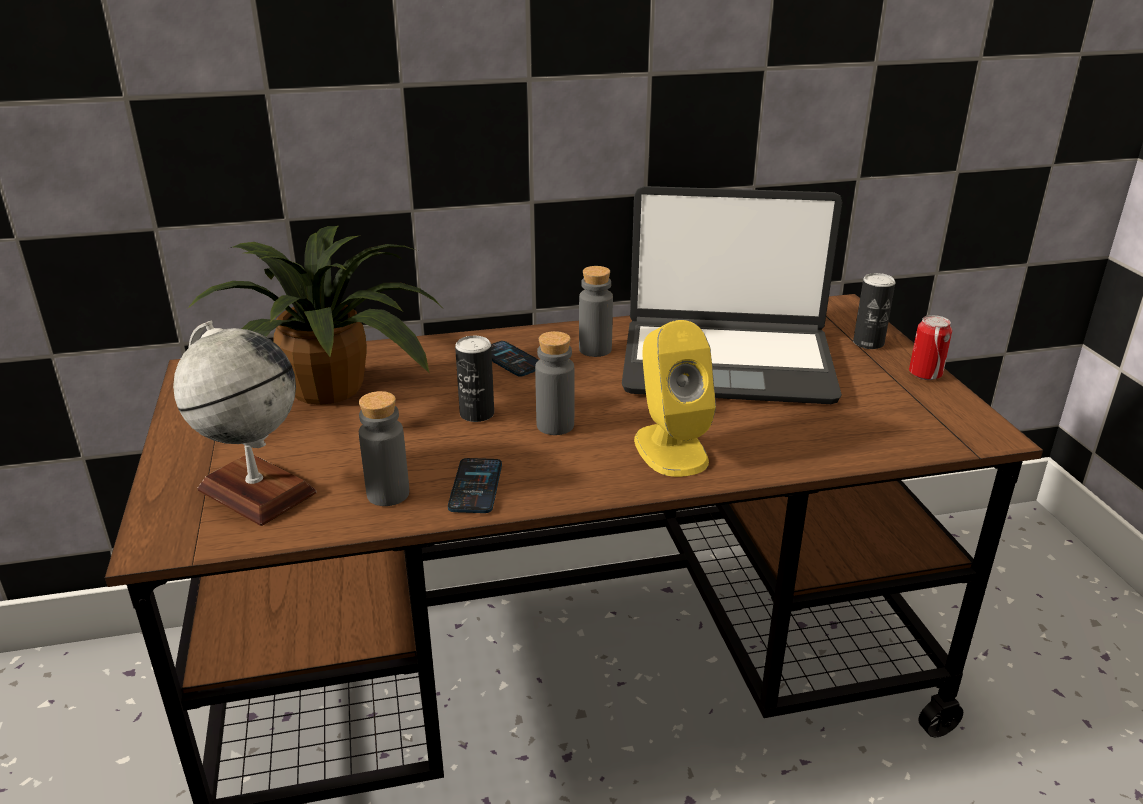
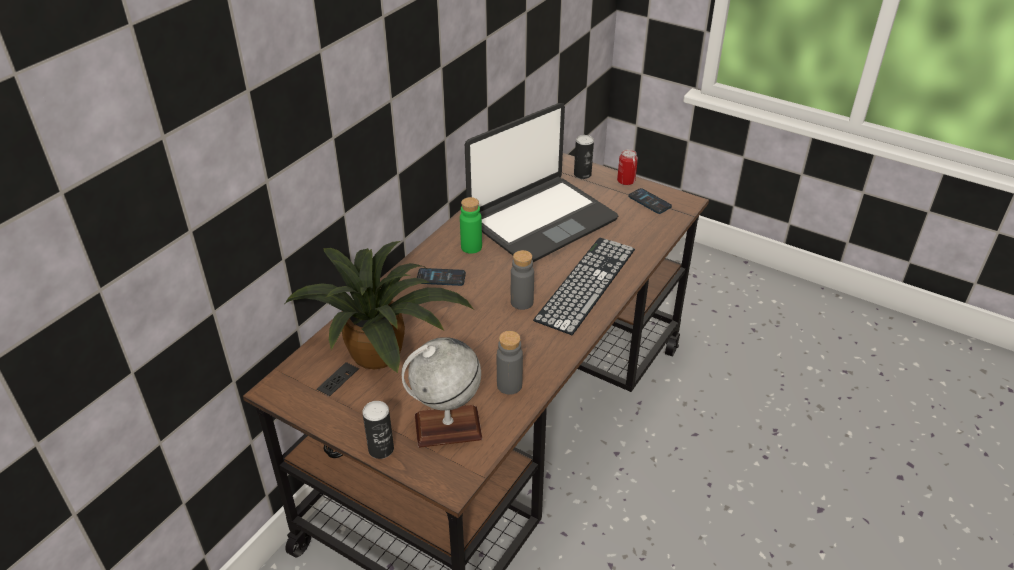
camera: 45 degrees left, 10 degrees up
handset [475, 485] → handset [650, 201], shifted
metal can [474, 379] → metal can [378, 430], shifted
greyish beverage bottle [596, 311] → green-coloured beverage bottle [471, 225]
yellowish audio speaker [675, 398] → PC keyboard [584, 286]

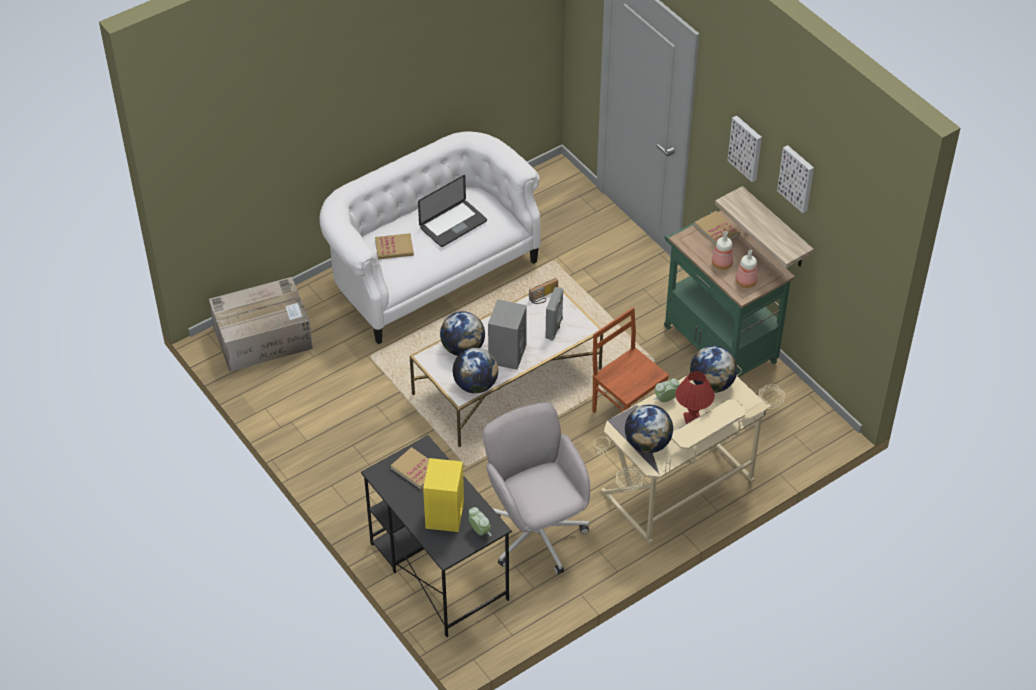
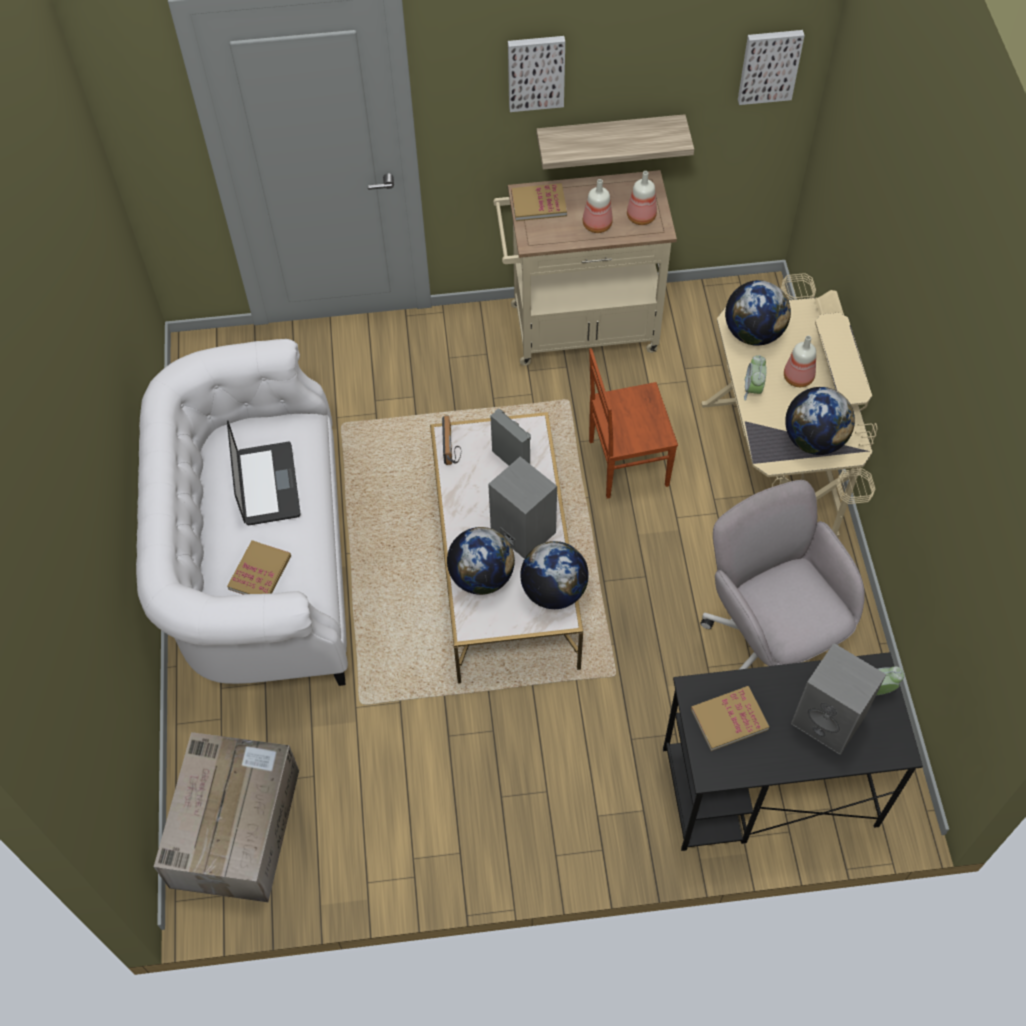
camera: 60 degrees left, 10 degrees up
yellowish audio speaker [443, 495] → greyish audio speaker [838, 699]
greyish office chair [536, 488] → greyish office chair [782, 575], 60 degrees clockwise
green-coloured trolley [729, 293] → beige trolley [585, 268]
red tabletop lamp [695, 397] → beverage bottle [800, 361]
picture [795, 179] → picture [771, 67], shifted

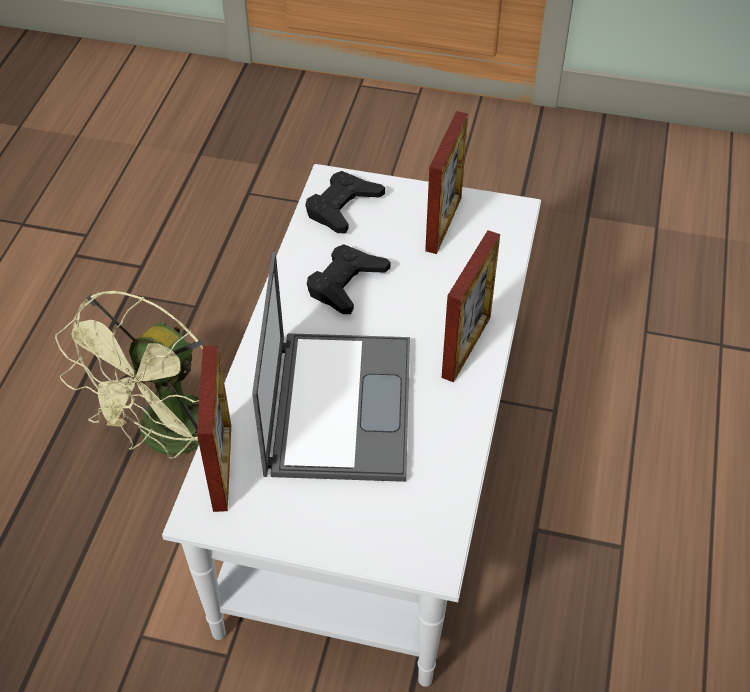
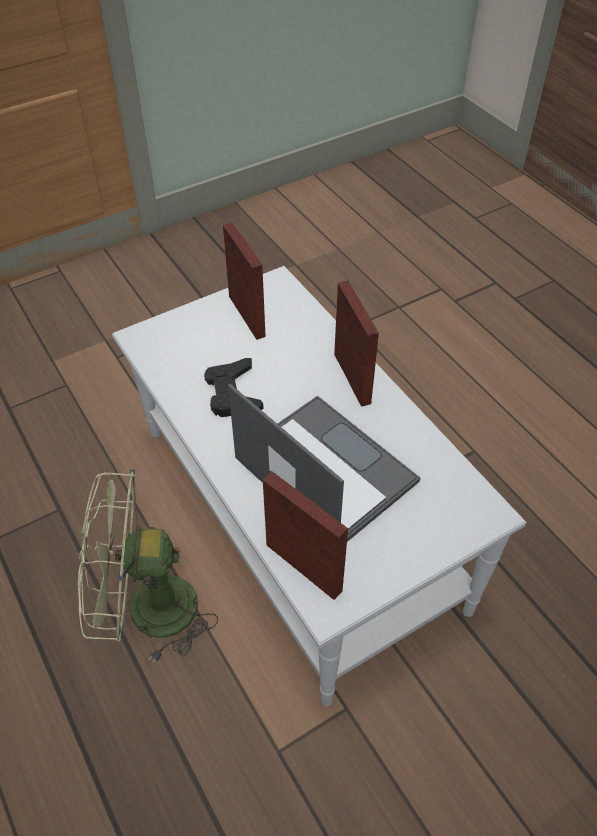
camera: 45 degrees left, 0 degrees up
green-coloured electric fan [129, 375] → green-coloured electric fan [147, 566], 105 degrees clockwise
black-coloured gamepad [345, 202] → -

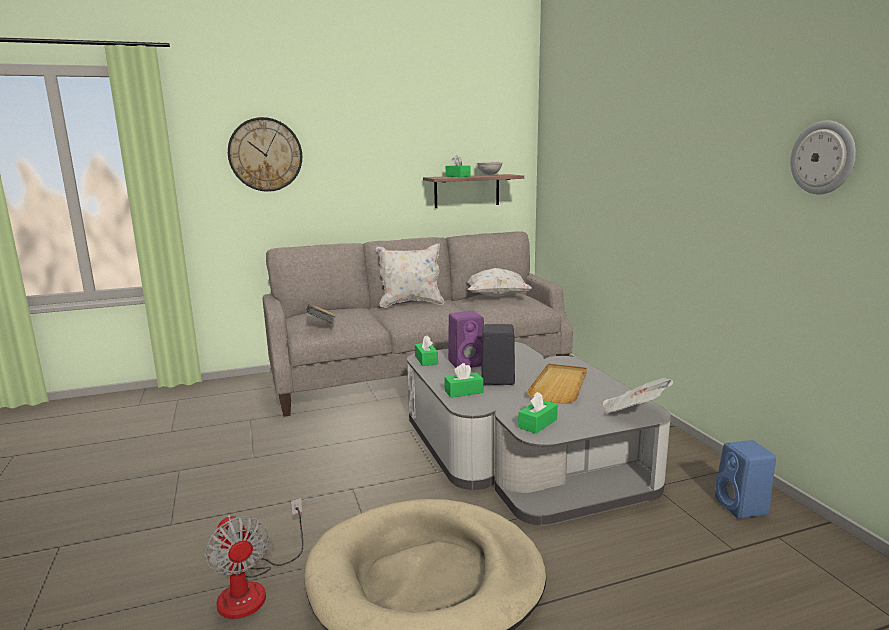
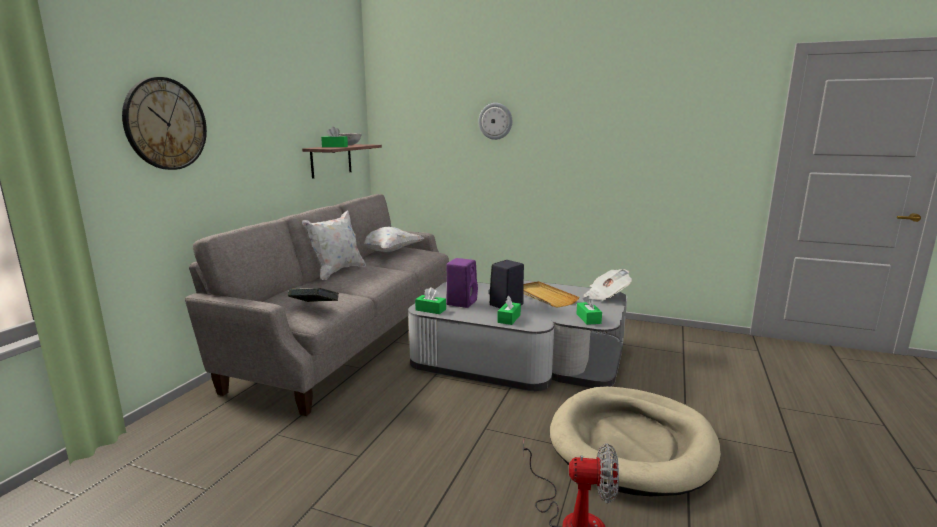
camera: 50 degrees left, 0 degrees up
blue-coloured audio speaker [745, 479] → -
hanging clock [823, 157] → hanging clock [495, 121], shifted

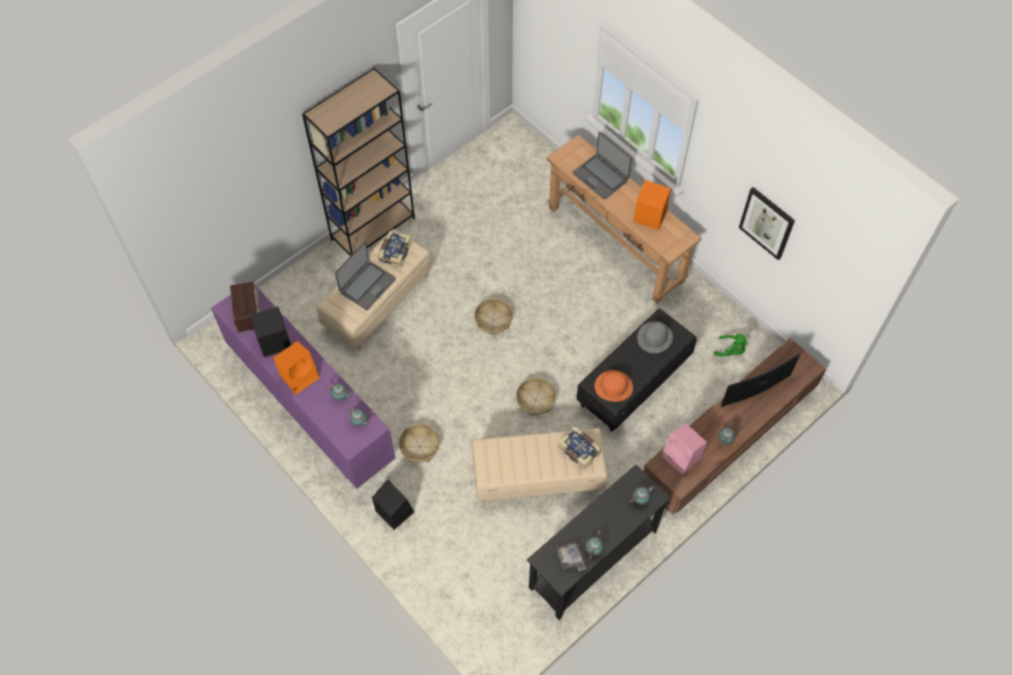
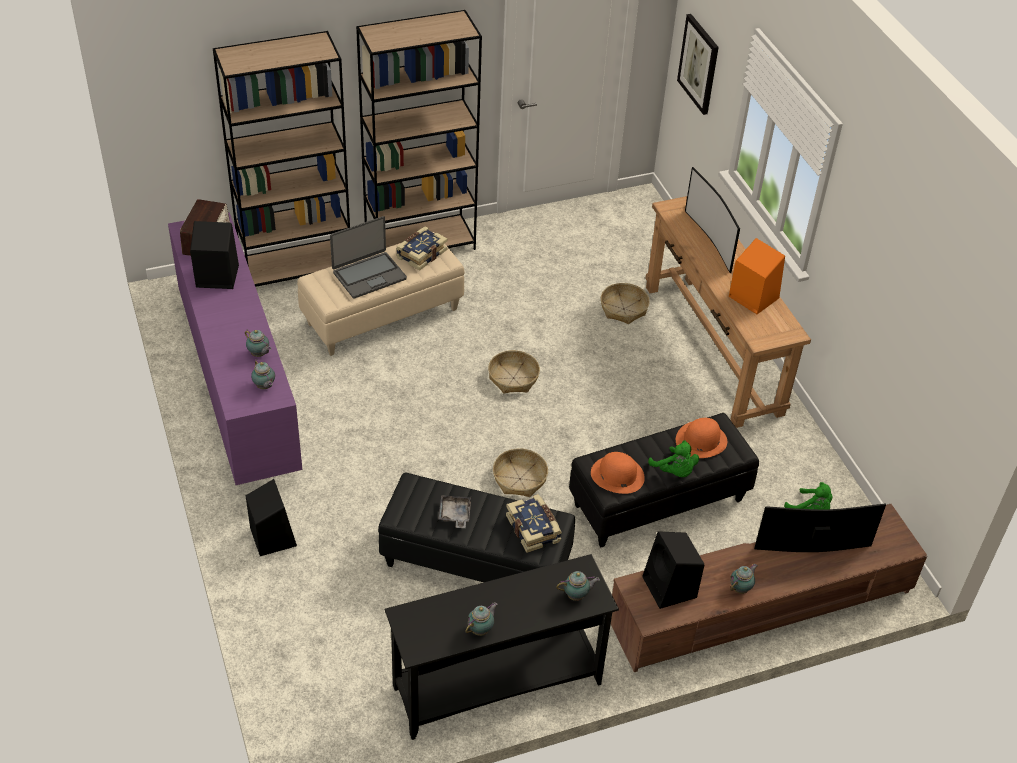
camera: 20 degrees right, 15 degrees down
orange-coloured audio speaker [296, 367] → -
basket [419, 443] → basket [625, 303], shifted
beige ottoman [540, 465] → black-coloured ottoman [476, 527]
greyish tray [570, 555] → greyish tray [455, 511], shifted
portable computer [602, 165] → television [712, 220]
greyish hat [655, 337] → orange-coloured hat [701, 438]
pinkish audio speaker [684, 449] → black-coloured audio speaker [673, 570]
picture [767, 223] → picture [698, 64], shifted
- → beige bookcase [281, 159]
- → green-coloured cuddly toy [673, 458]

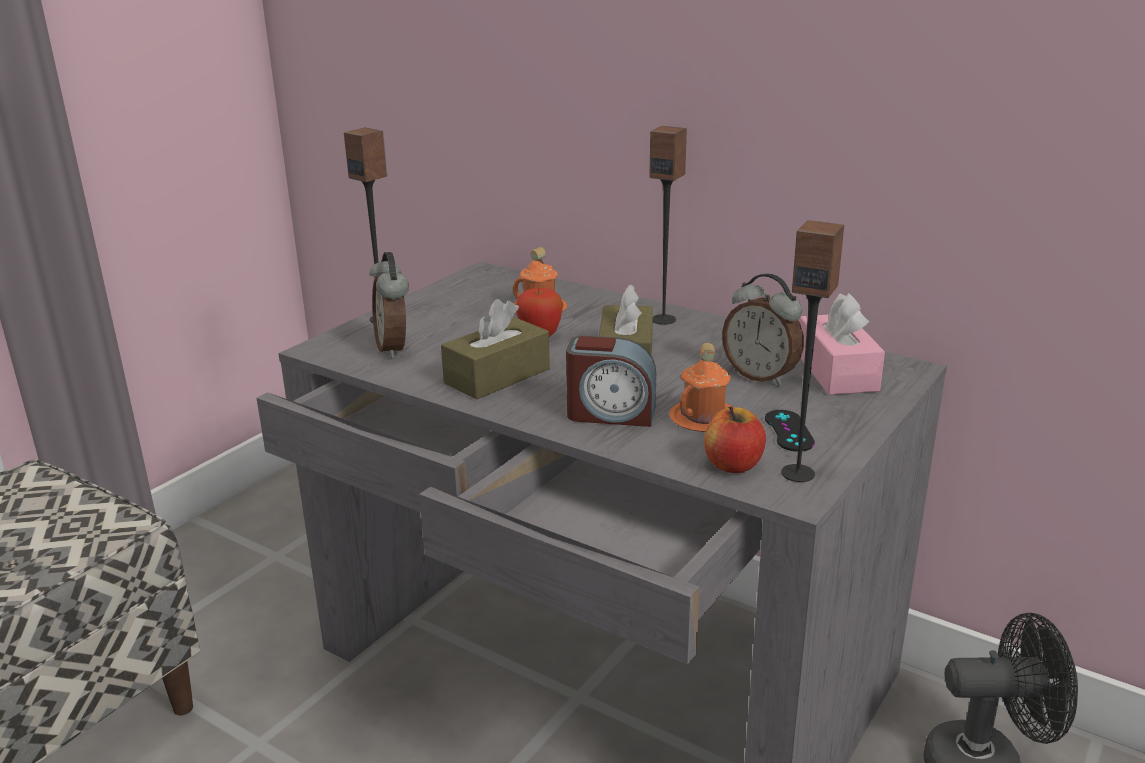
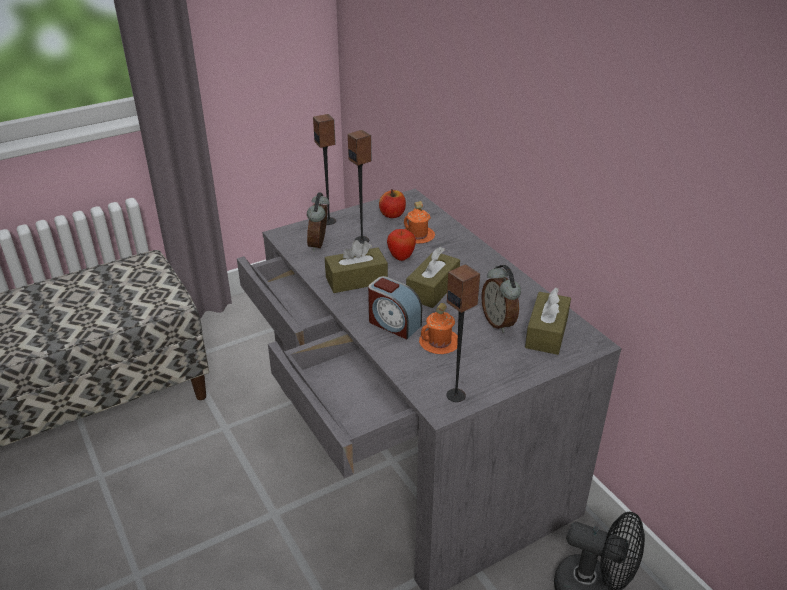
camera: 25 degrees right, 10 degrees up
audio speaker [668, 225] → audio speaker [360, 187], shifted
apple [735, 439] → apple [392, 203], shifted
black-coloured gamepad [790, 431] → -
pinkish box of tissues [842, 344] → brownish box of tissues [548, 321]

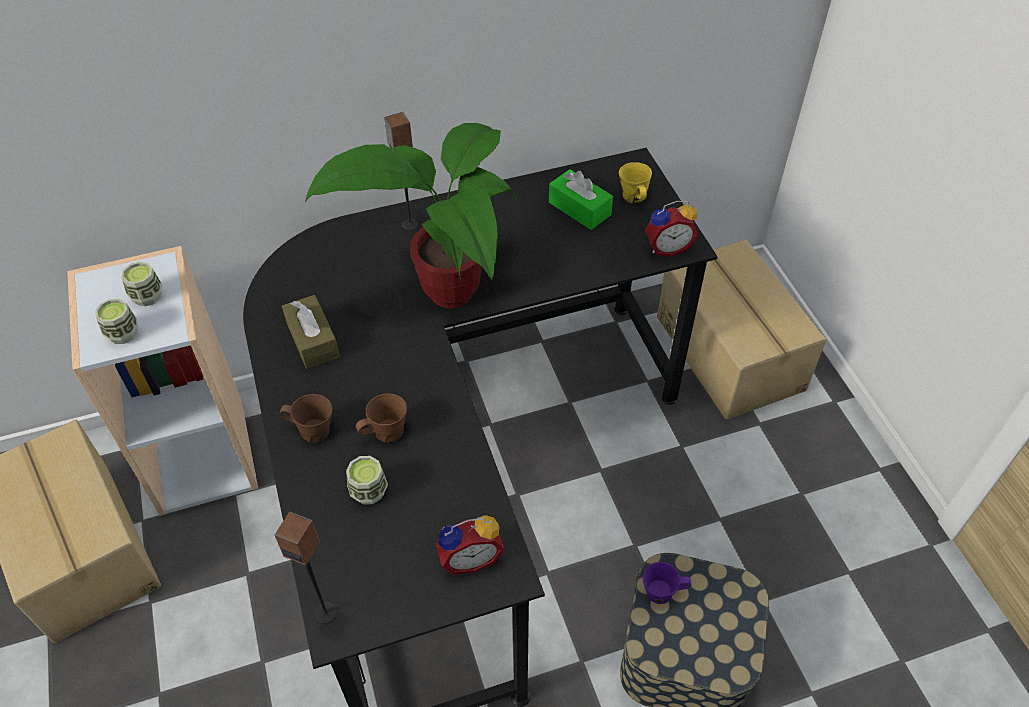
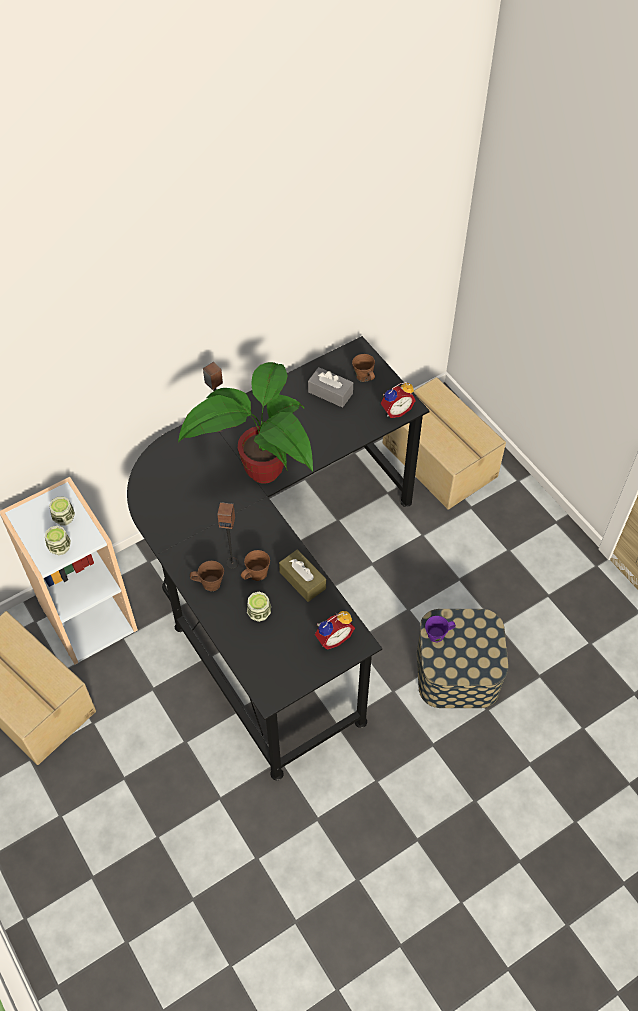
camera: 15 degrees left, 5 degrees up
audio speaker [306, 568] → audio speaker [228, 535], shifted
brownish box of tissues [311, 332] → brownish box of tissues [302, 576], shifted
green-coloured box of tissues [581, 199] → greyish box of tissues [330, 387]
yellowish tea mug [635, 182] → brownish tea mug [363, 368]

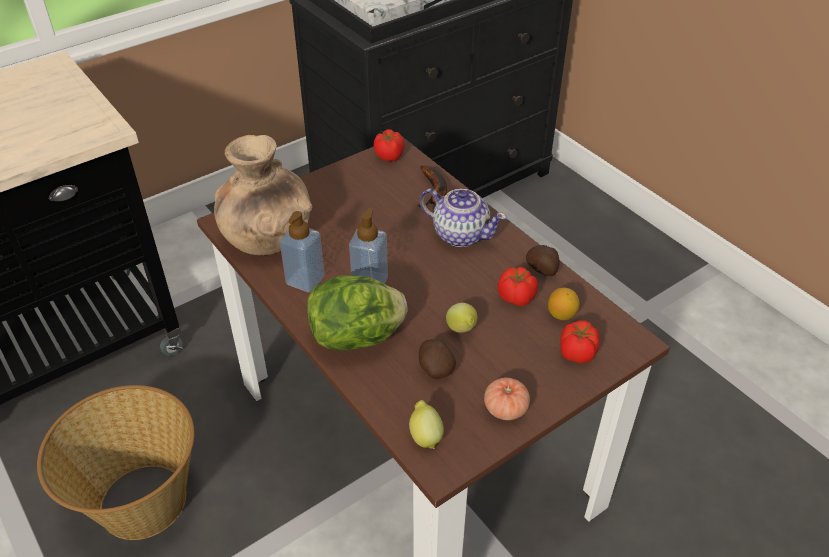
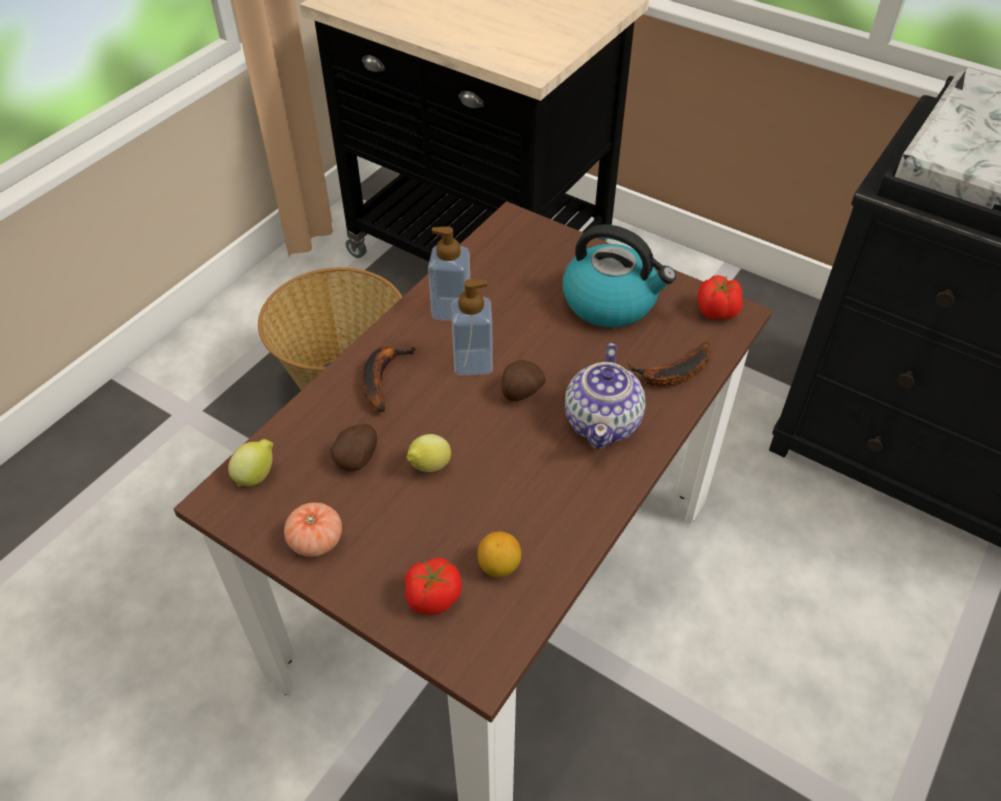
camera: 70 degrees right, 5 degrees up
brownish vase [263, 195] → -
head of lettuce [357, 312] → banana [389, 379]
whole tomato [518, 286] → -
whole potato [543, 260] → whole potato [523, 380], shifted
- → tea kettle [619, 276]

